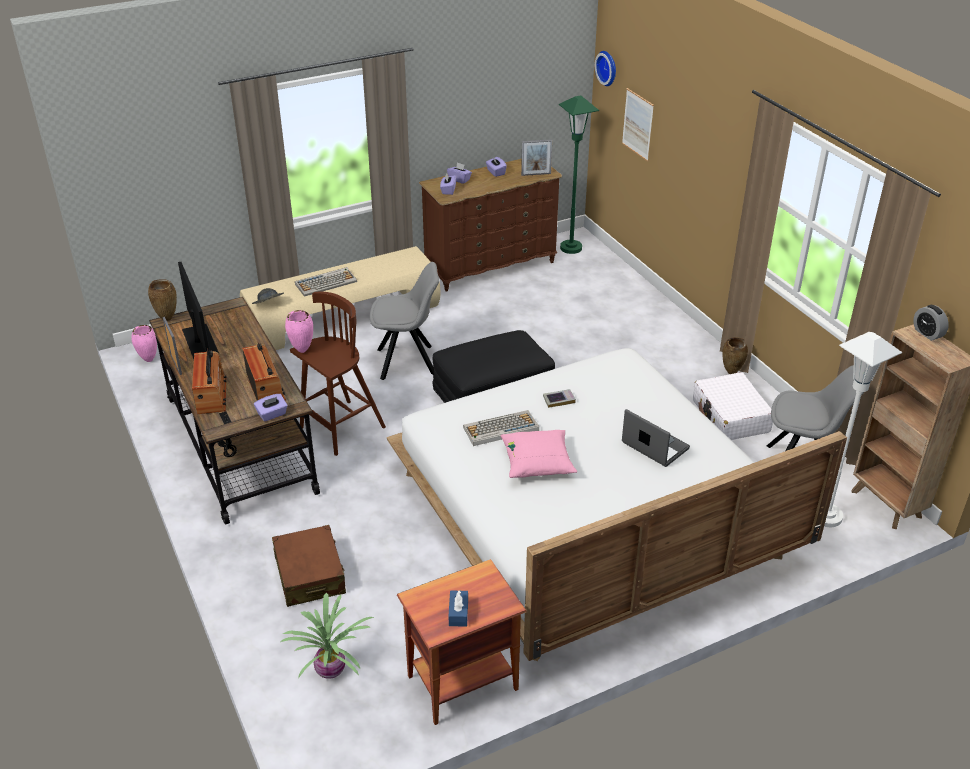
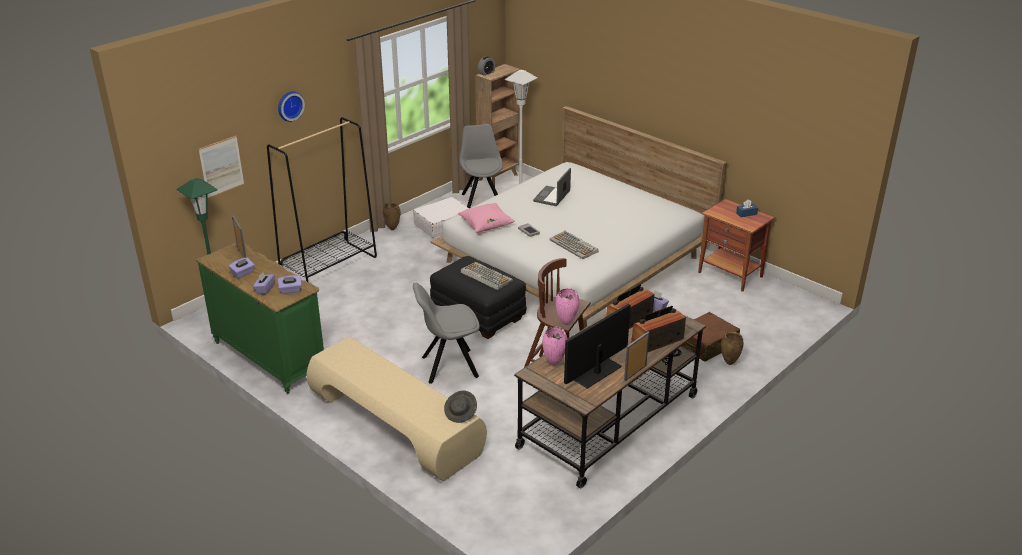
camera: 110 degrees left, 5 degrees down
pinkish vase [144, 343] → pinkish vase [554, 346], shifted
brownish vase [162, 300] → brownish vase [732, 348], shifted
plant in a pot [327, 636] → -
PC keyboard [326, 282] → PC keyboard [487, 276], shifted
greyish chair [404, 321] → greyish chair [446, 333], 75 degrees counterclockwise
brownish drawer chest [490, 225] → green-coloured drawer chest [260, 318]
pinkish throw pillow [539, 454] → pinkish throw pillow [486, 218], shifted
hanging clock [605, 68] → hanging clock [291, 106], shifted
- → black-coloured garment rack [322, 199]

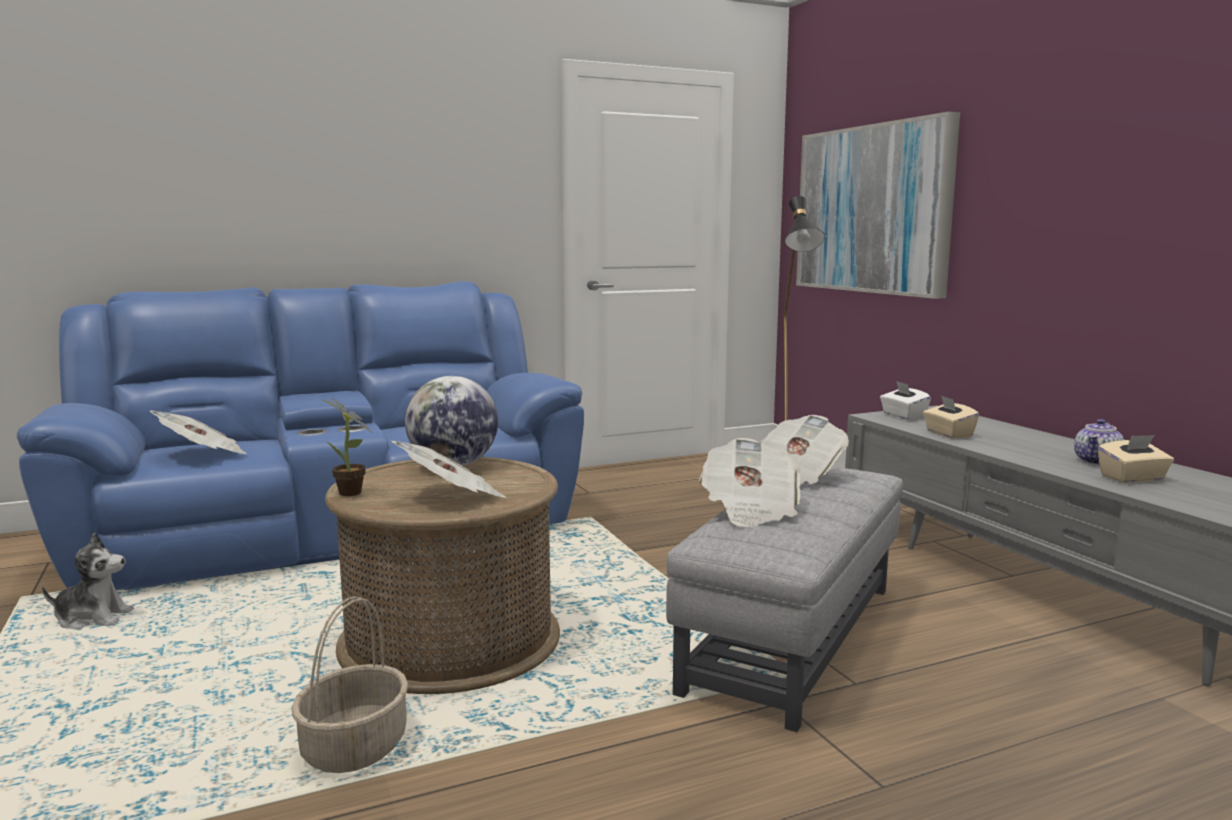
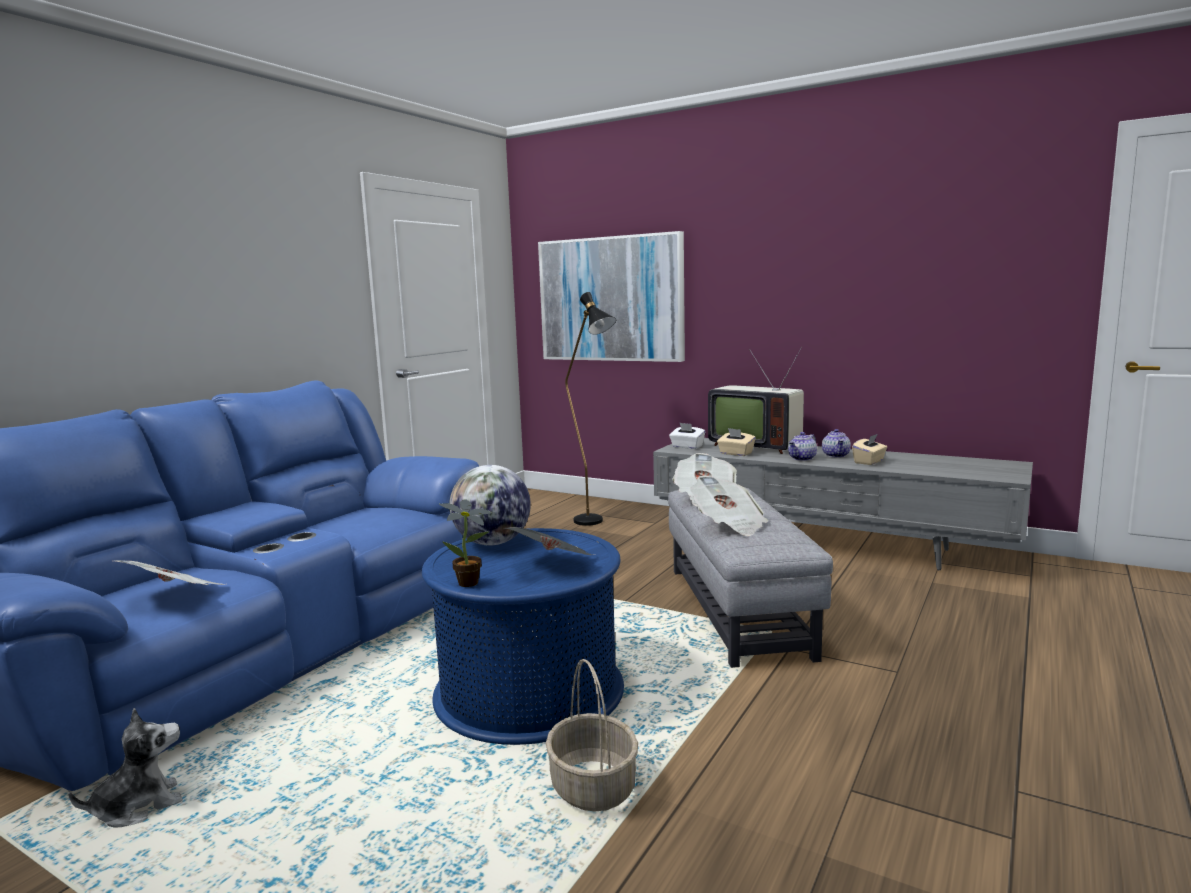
camera: 35 degrees left, 0 degrees up
brownish lounge table [442, 575] → blue-coloured lounge table [523, 636]
- → television [756, 400]
- → tea pot [802, 446]

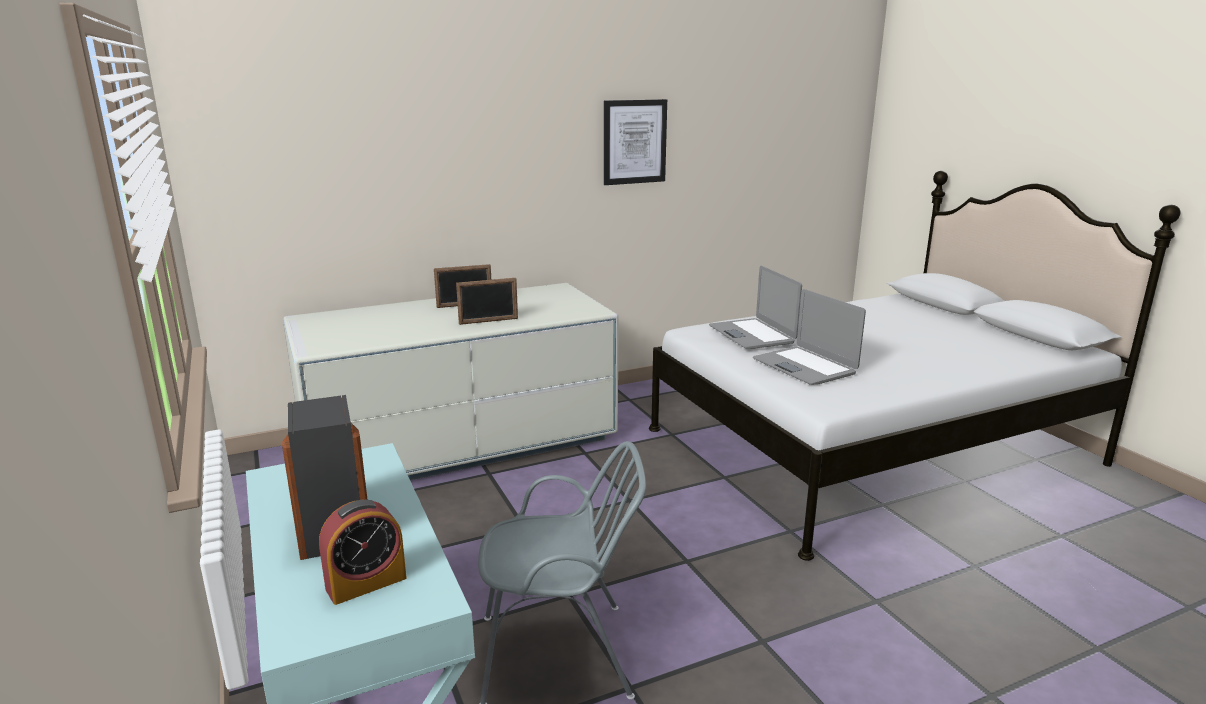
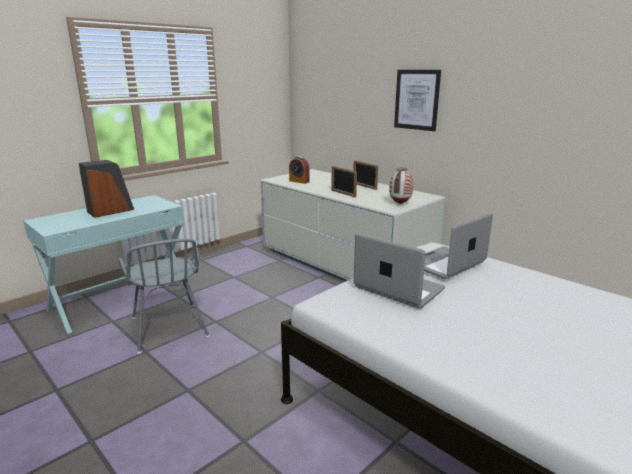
camera: 70 degrees right, 0 degrees up
alarm clock [363, 552] → alarm clock [299, 170], shifted
picture [635, 142] → picture [417, 100], shifted
portable computer [809, 337] → portable computer [399, 271], 90 degrees clockwise
- → vase [401, 186]

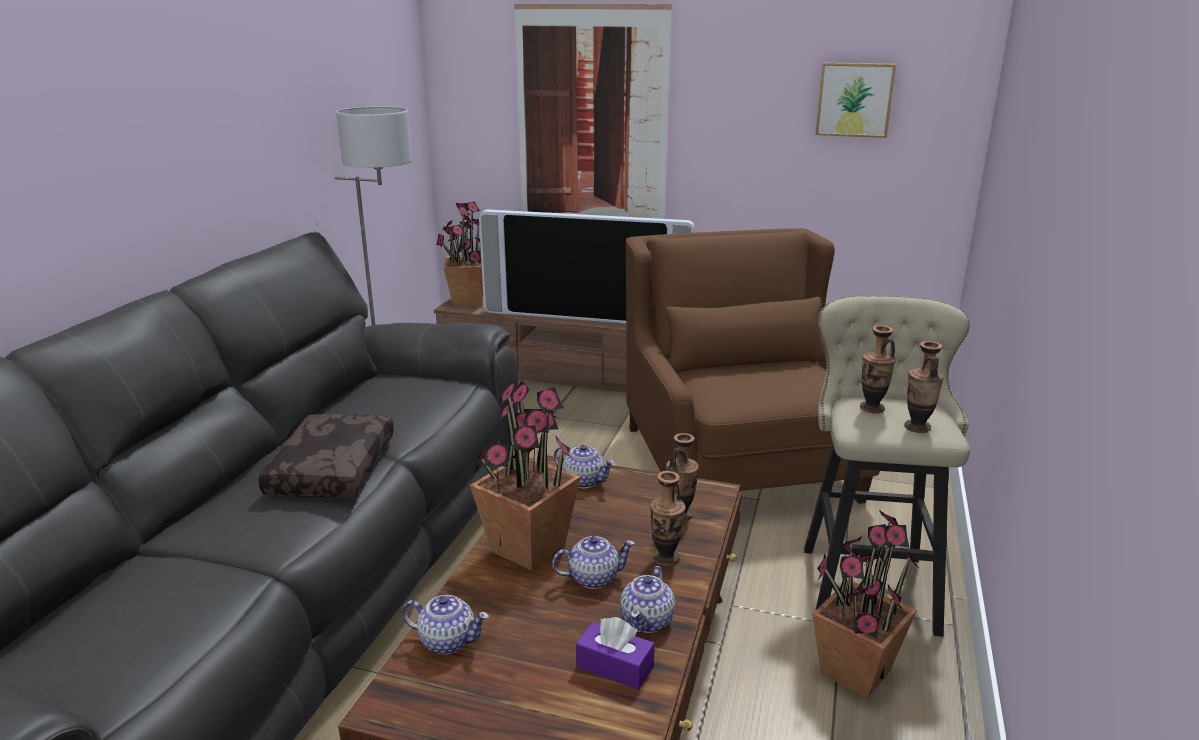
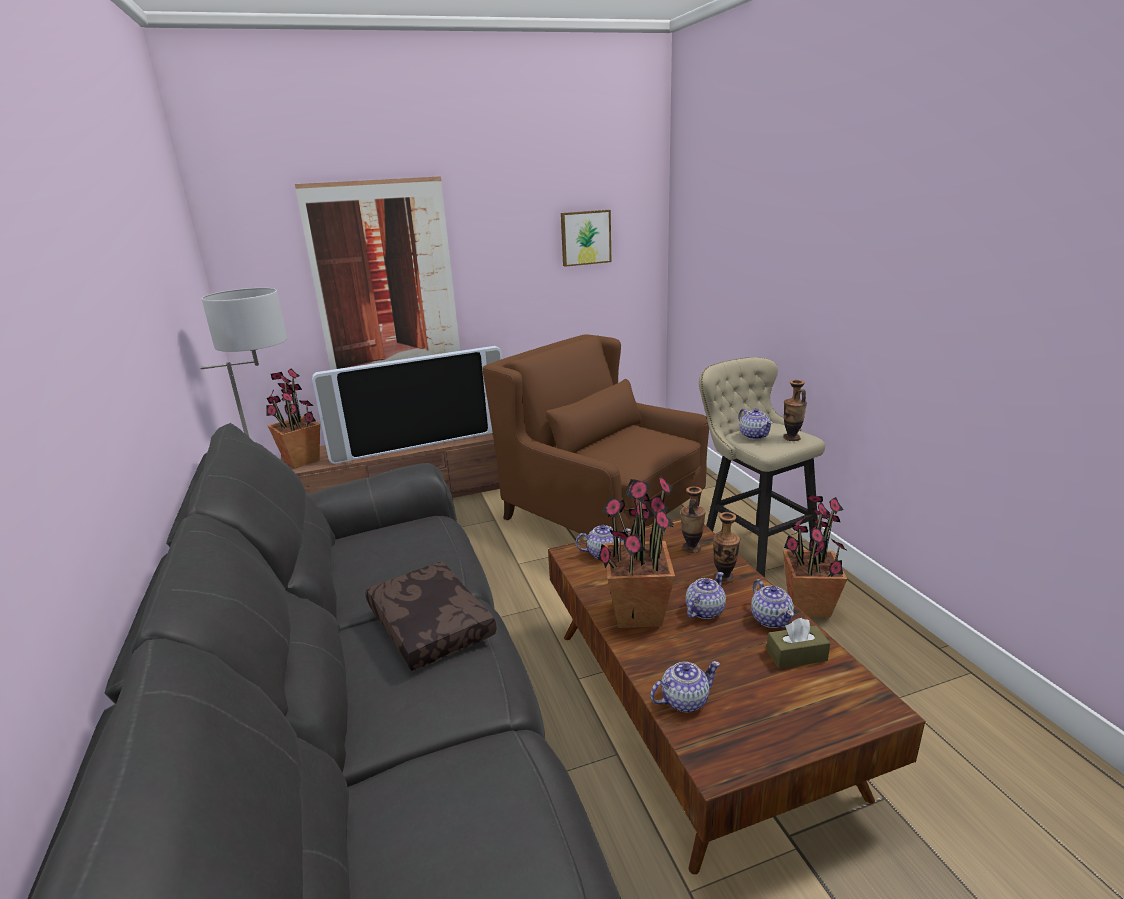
camera: 35 degrees left, 0 degrees up
purple box of tissues [615, 653] → brownish box of tissues [798, 643]
vase [878, 369] → tea pot [756, 424]

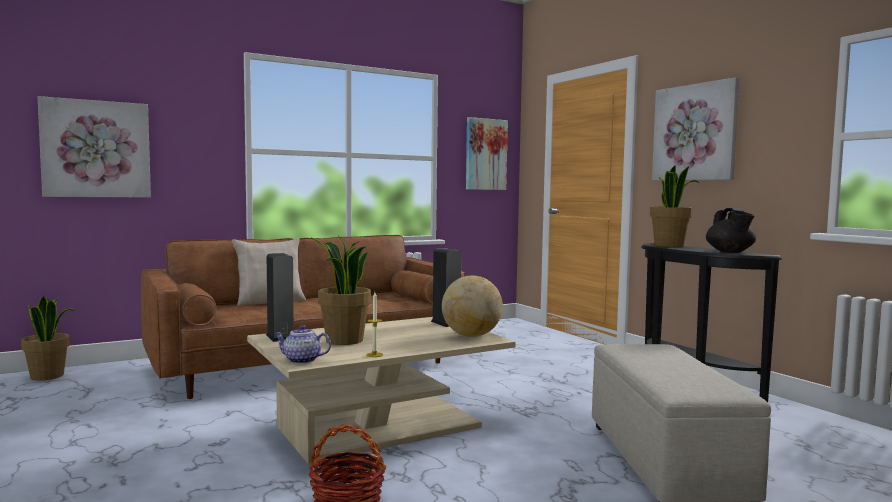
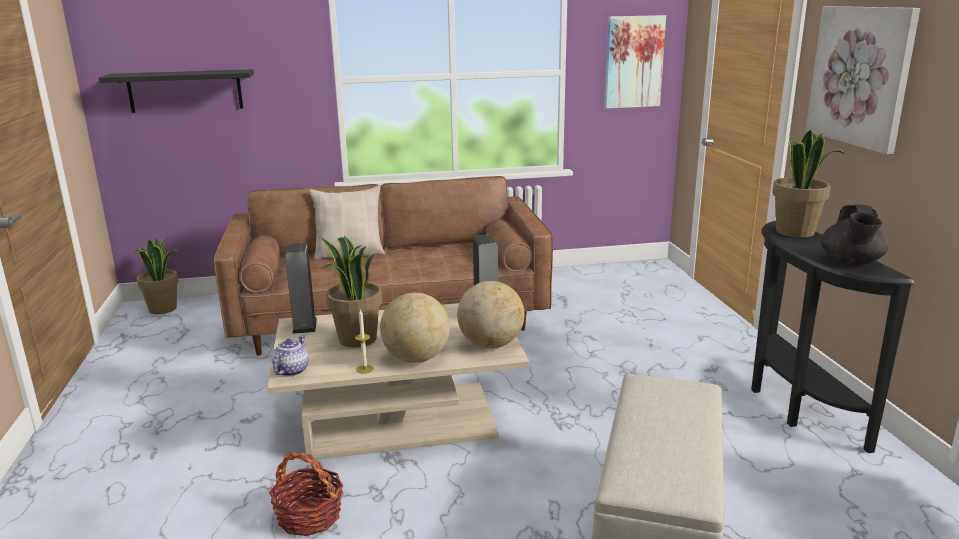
camera: 20 degrees right, 15 degrees up
picture [94, 146] → black-coloured shelf [176, 91]
tea pot [302, 344] → tea pot [290, 355], 75 degrees clockwise
- → globe [415, 328]

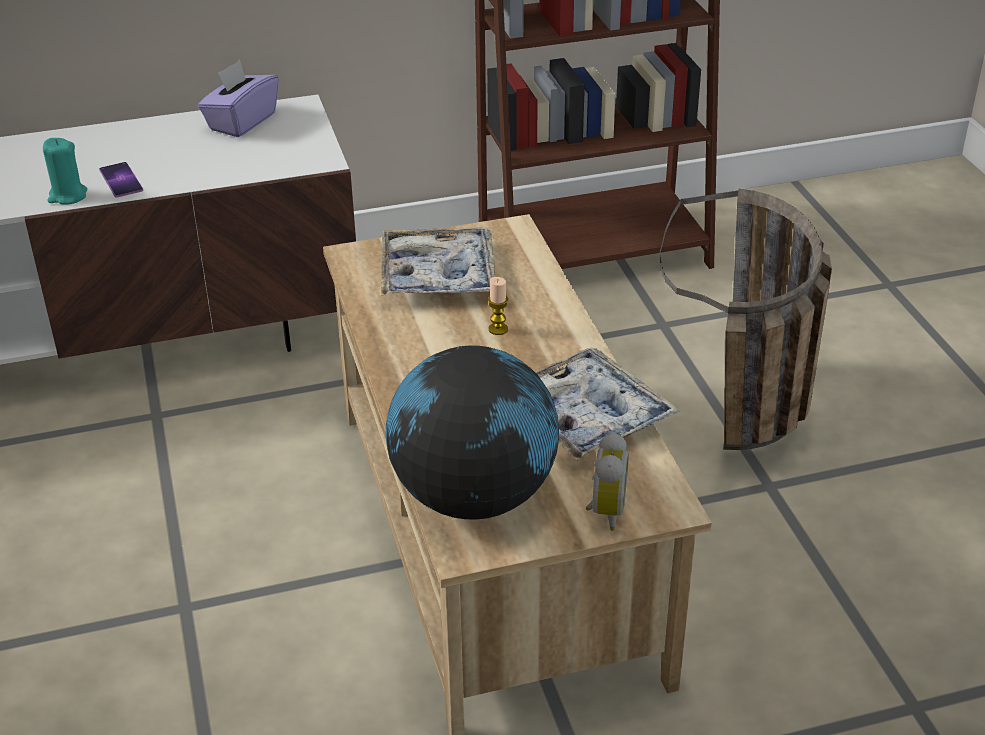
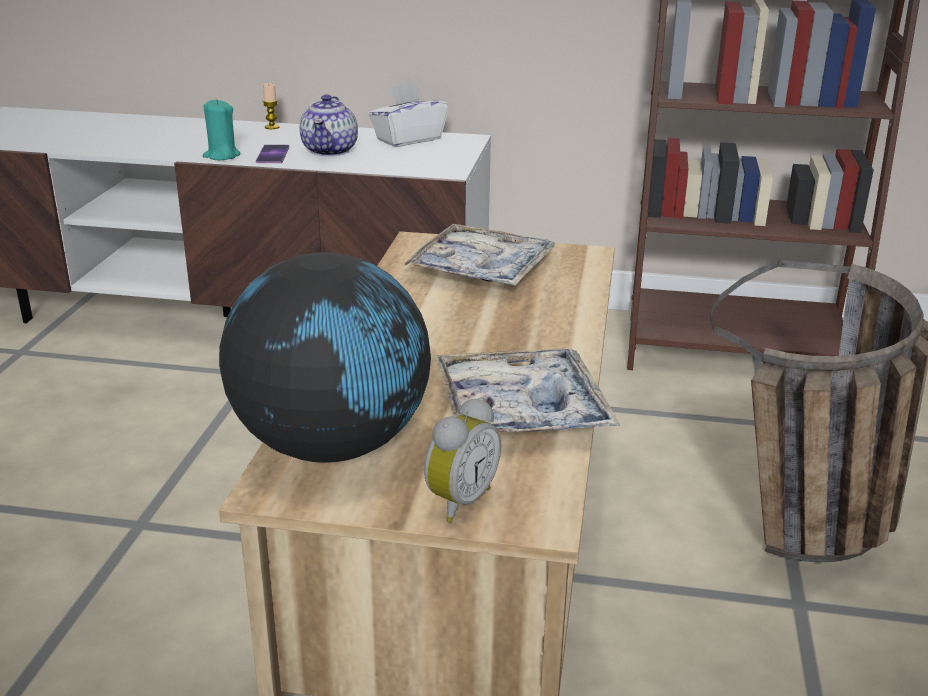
camera: 25 degrees right, 10 degrees down
purple box of tissues [238, 98] → white-coloured box of tissues [408, 114]
wax candle [498, 306] → wax candle [271, 106], shifted
- → tea pot [329, 125]

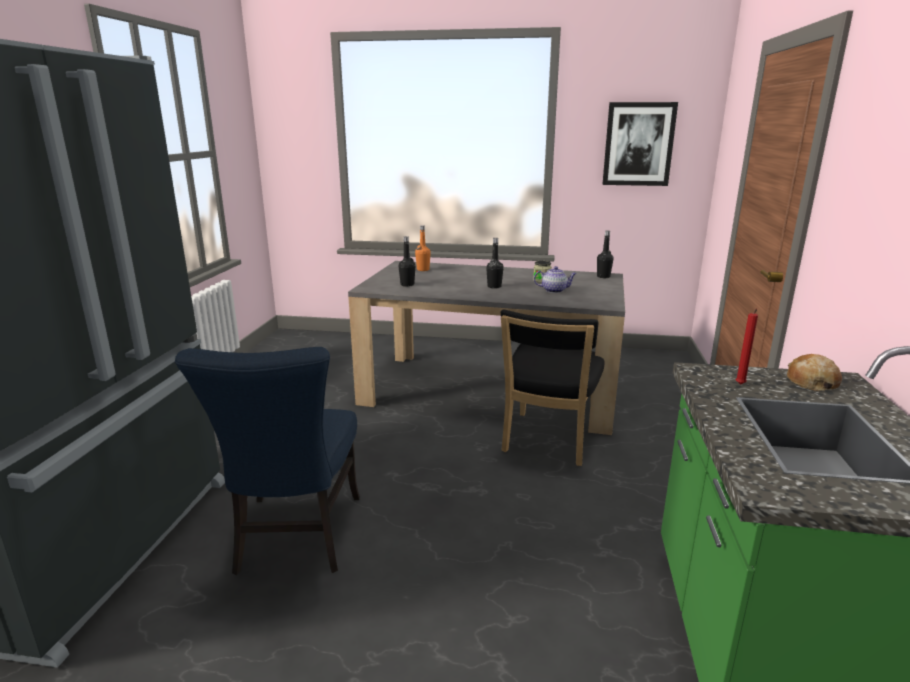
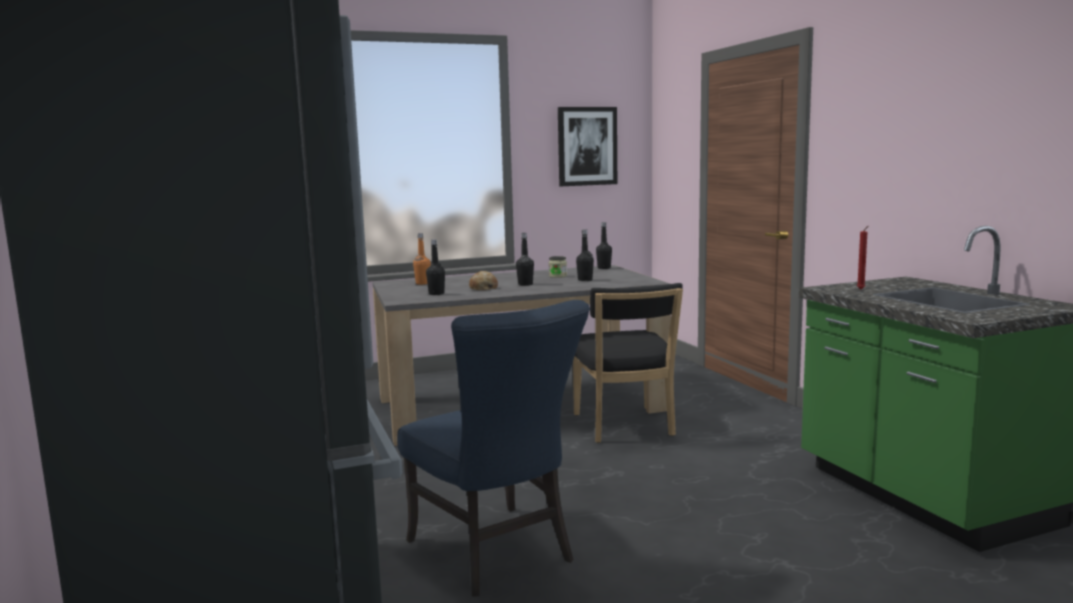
camera: 30 degrees left, 10 degrees down
tea pot [555, 279] → black-coloured beverage bottle [585, 255]
baked bread [814, 372] → baked bread [483, 280], shifted

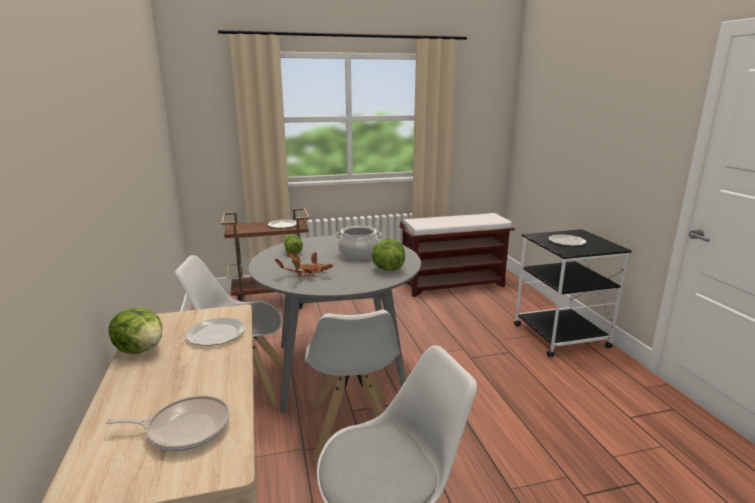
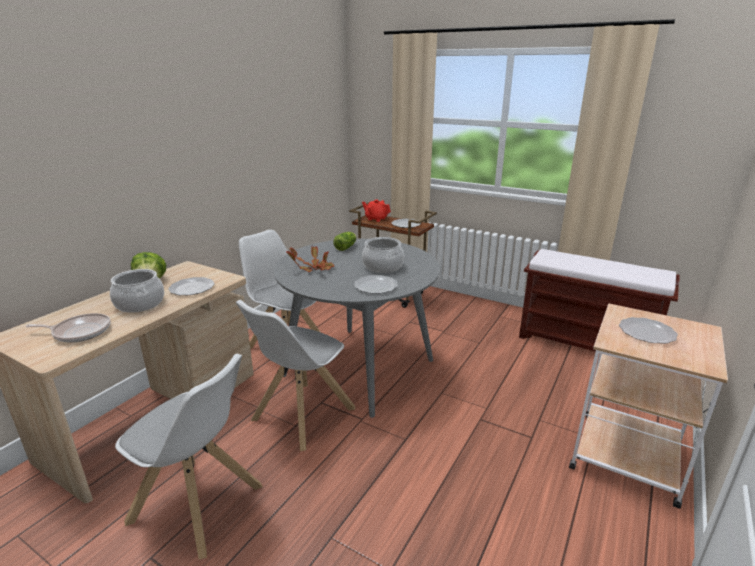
camera: 45 degrees right, 5 degrees up
pan [168, 423] → pan [68, 327], 45 degrees counterclockwise
head of lettuce [388, 254] → flat dish [376, 284]
black-coloured trolley [573, 293] → beige trolley [648, 406]
- → saucepot [137, 291]
- → red tea pot [376, 211]

